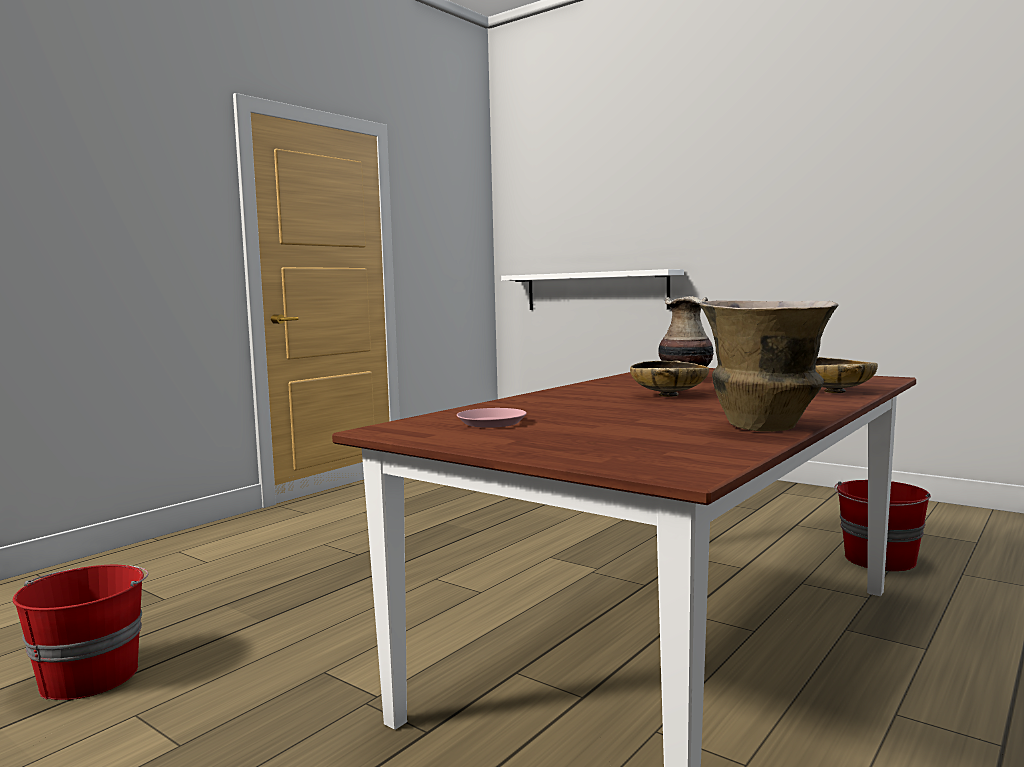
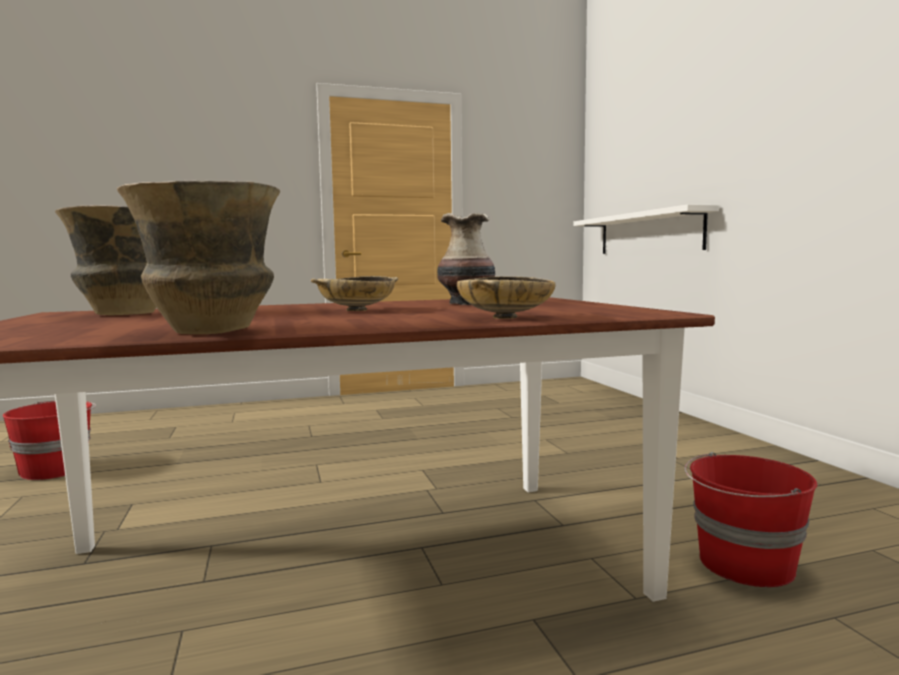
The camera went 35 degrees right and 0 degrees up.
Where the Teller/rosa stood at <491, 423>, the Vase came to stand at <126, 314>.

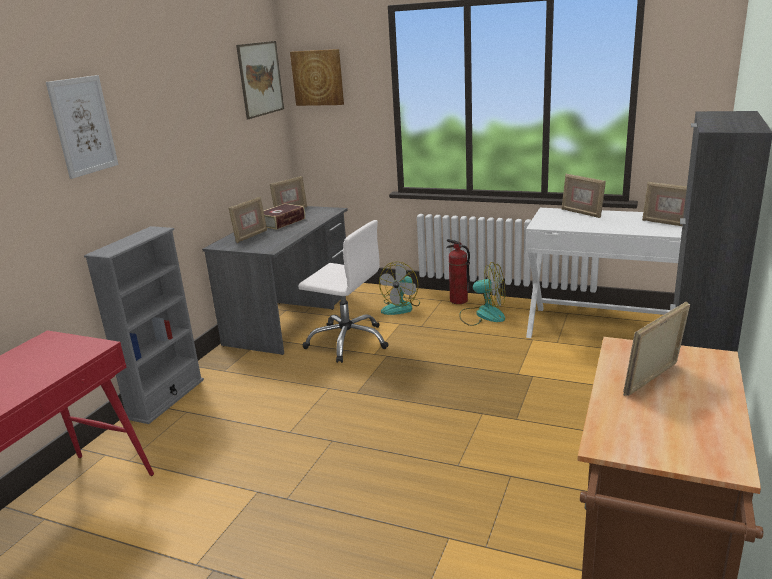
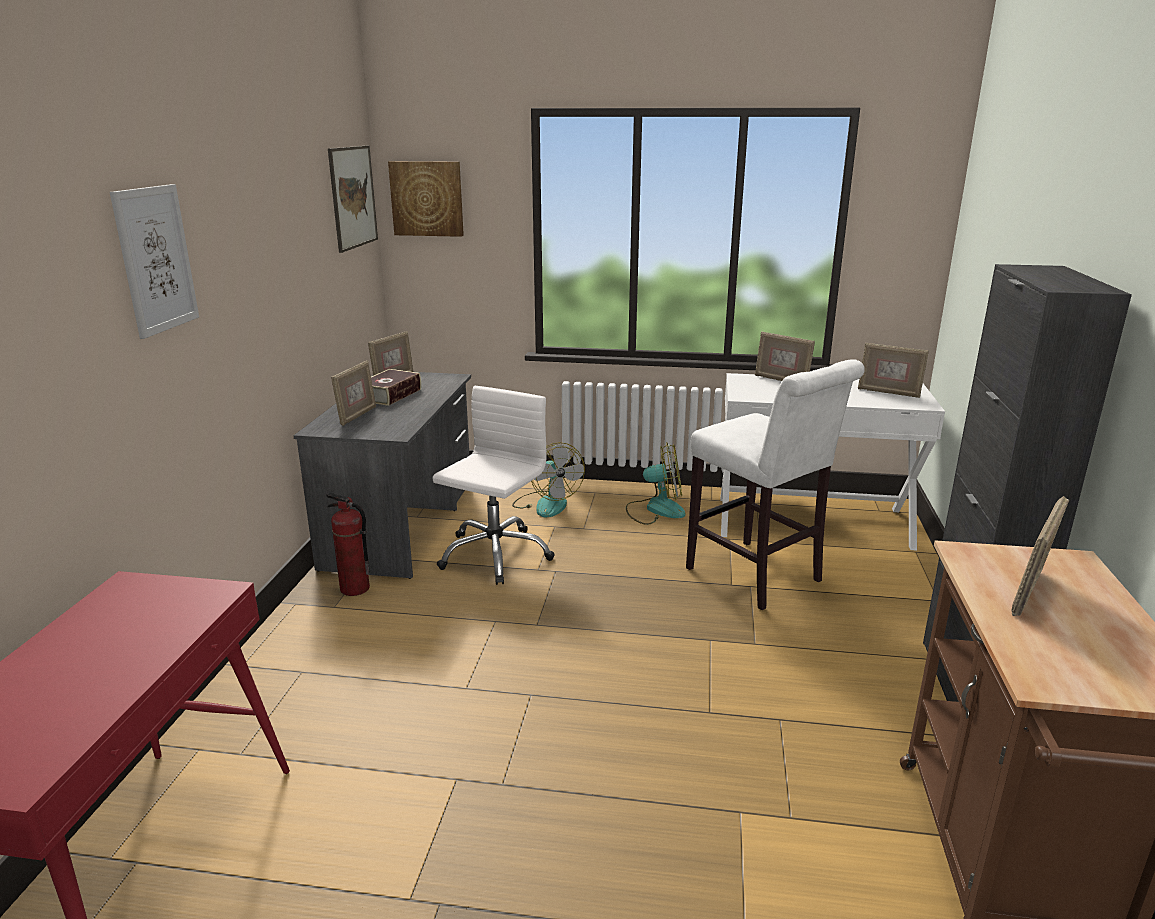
The camera went 15 degrees left and 0 degrees up.
The Feuerlöscher ended up elsewhere, having gone from <458, 301> to <354, 589>.
The Bürostuhl/weiß at <348, 341> ended up facing another way, 75 degrees counterclockwise from before.
The Ventilator at <401, 307> ended up facing another way, 45 degrees counterclockwise from before.
The second view gained the Hocker/weiß at <758, 578>.
The second view lost the Bücherregal/grau at <166, 399>.

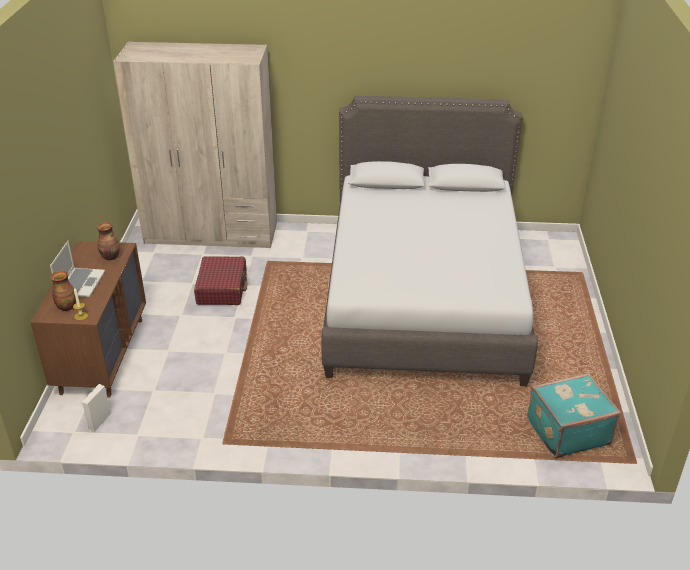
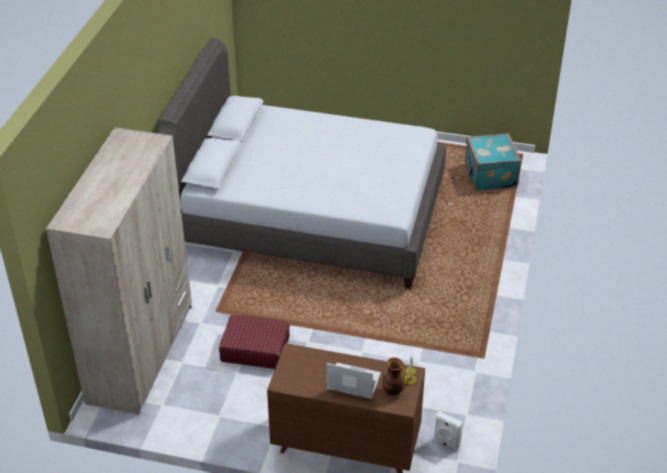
The camera went 80 degrees left and 5 degrees up.
The second view lost the Vase at <111, 257>.

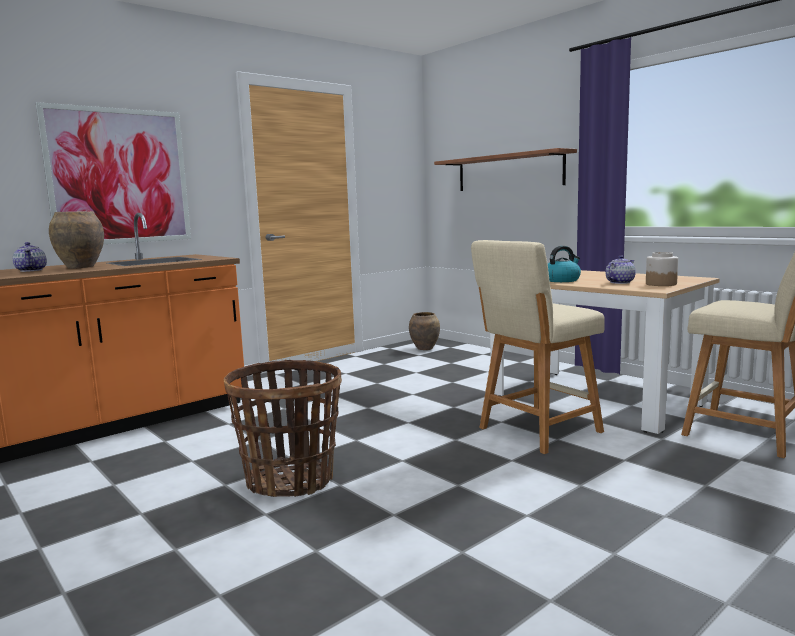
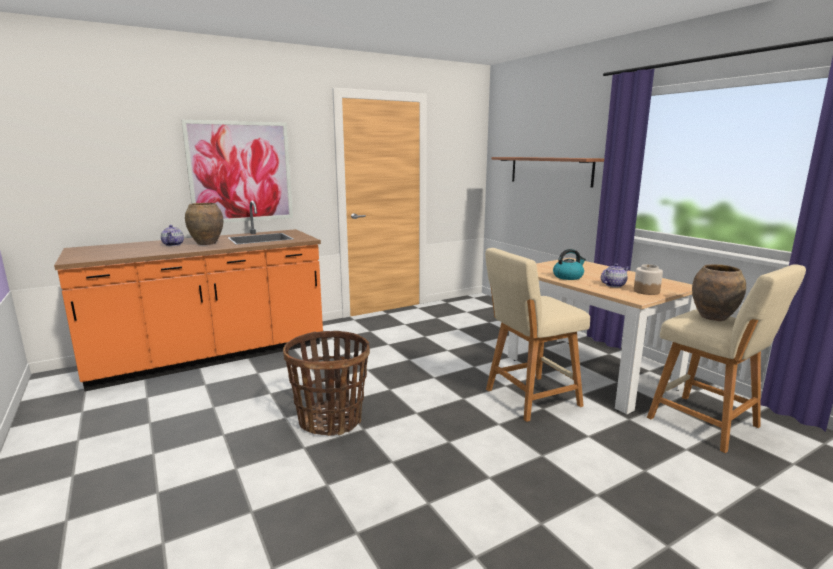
The camera went 10 degrees right and 5 degrees up.
The Vase/braun ended up elsewhere, having gone from <425, 348> to <713, 317>.

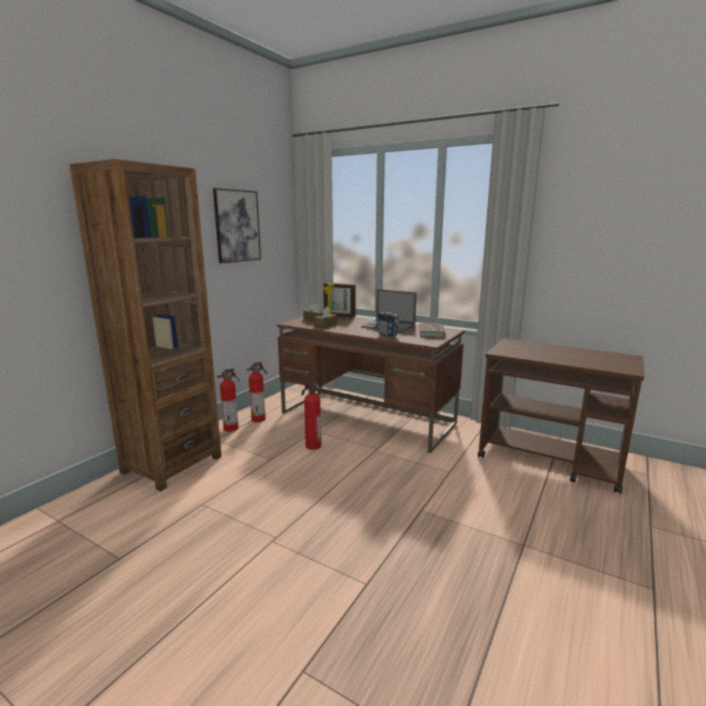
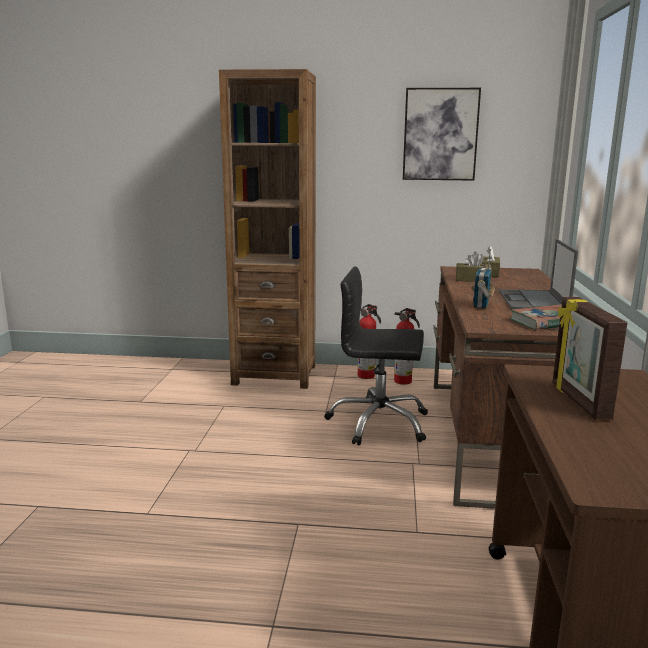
The camera went 65 degrees right and 0 degrees up.
Where the Feuerlöscher stood at <312, 445>, the Bürostuhl/schwarz came to stand at <378, 423>.
The Bilderrahmen ended up elsewhere, having gone from <339, 316> to <578, 401>.

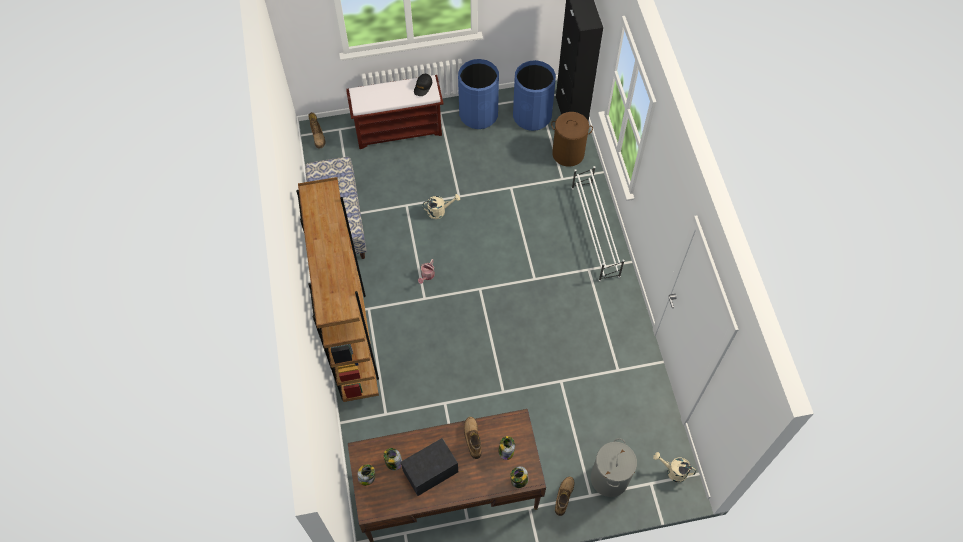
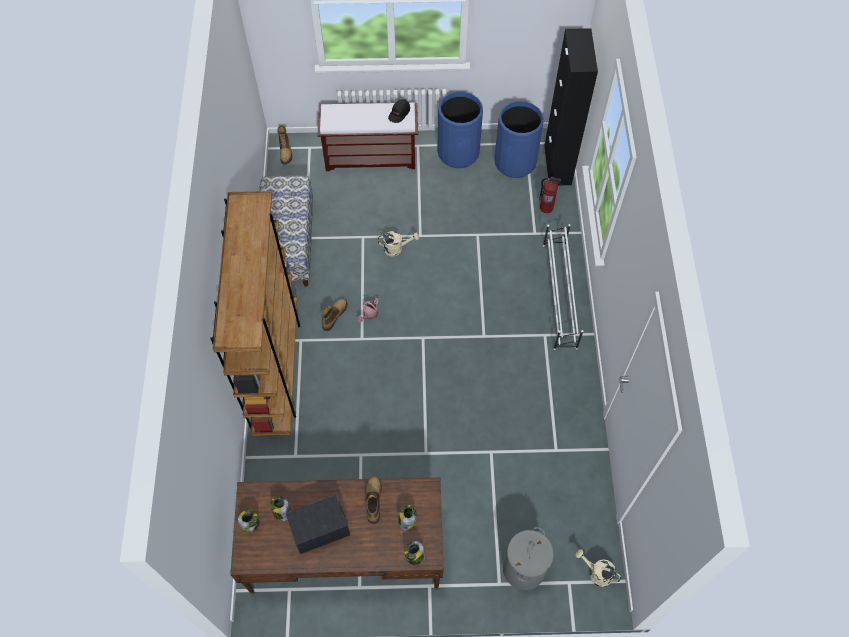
The camera went 10 degrees right and 0 degrees up.
The Stiefel ended up elsewhere, having gone from <563, 496> to <334, 315>.
Where the Wäschekorb/braun stood at <568, 153>, the Feuerlöscher came to stand at <546, 207>.

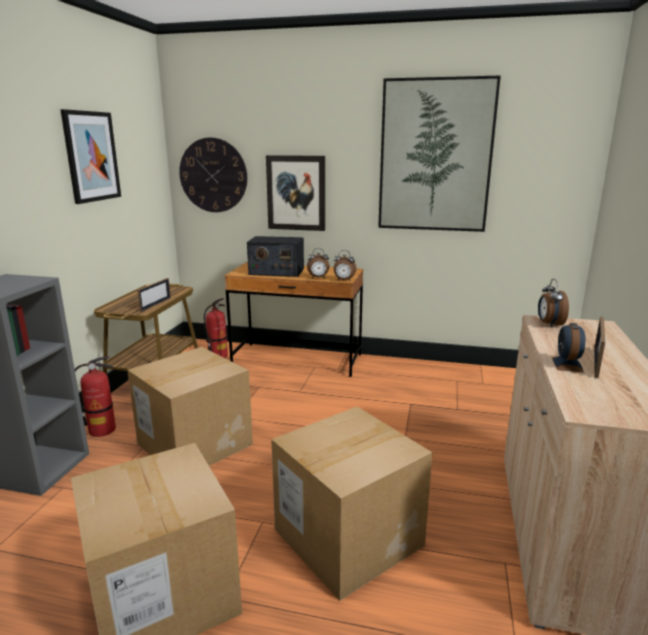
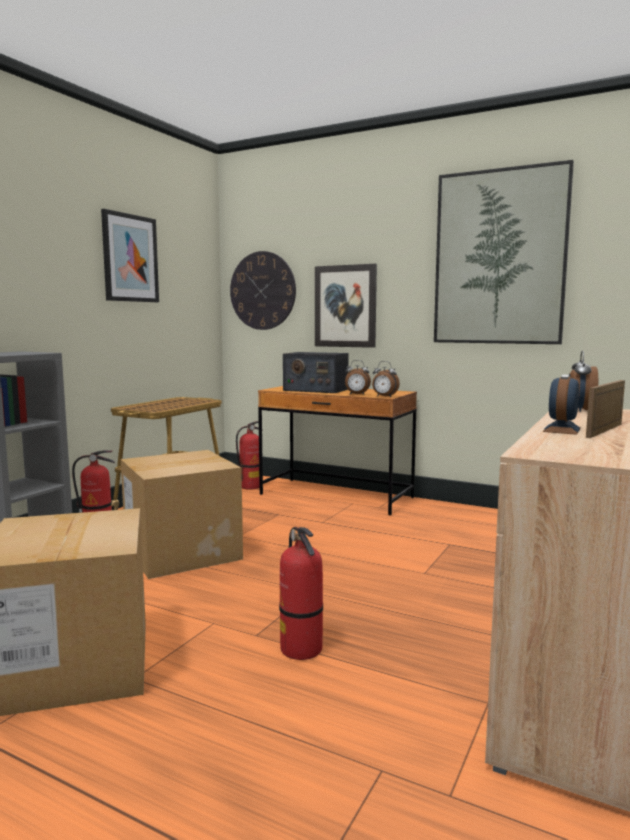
The camera went 15 degrees right and 10 degrees down.
Where the Karton stood at <348, 537>, the Feuerlöscher came to stand at <302, 649>.
The second view lost the Bilderrahmen at <156, 304>.

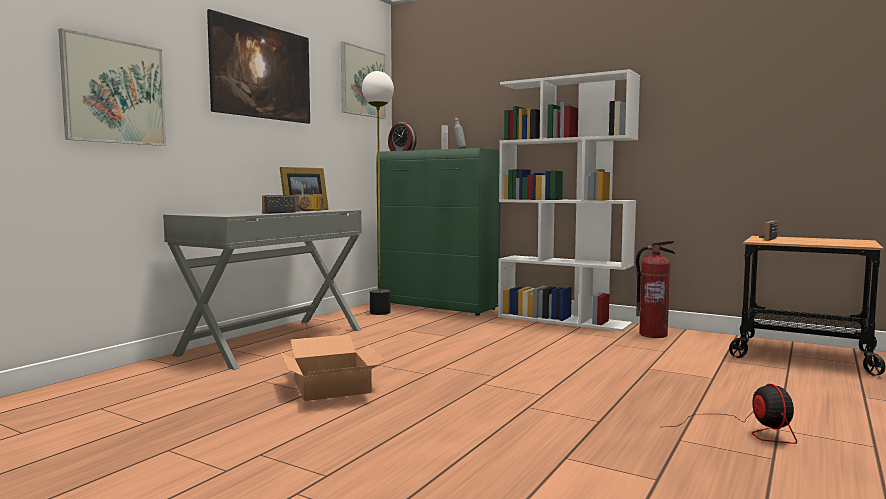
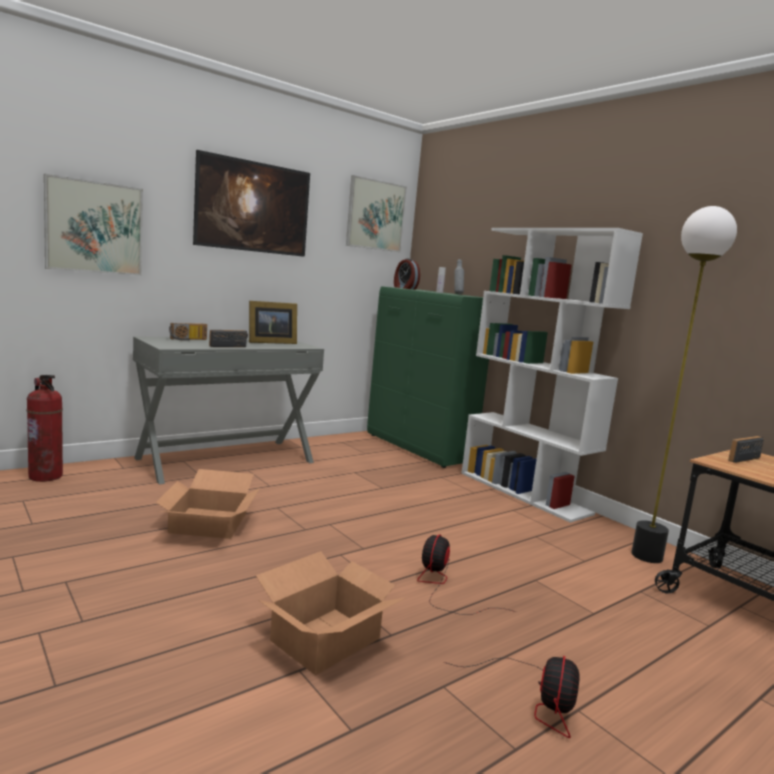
The camera went 20 degrees right and 5 degrees up.
The Feuerlöscher ended up elsewhere, having gone from <653, 335> to <45, 476>.
The Radio ended up elsewhere, having gone from <310, 211> to <188, 339>.
The second view gained the Karton at <327, 639>.
The second view gained the Ventilator at <443, 587>.
The Stehlampe ended up elsewhere, having gone from <380, 312> to <647, 556>.

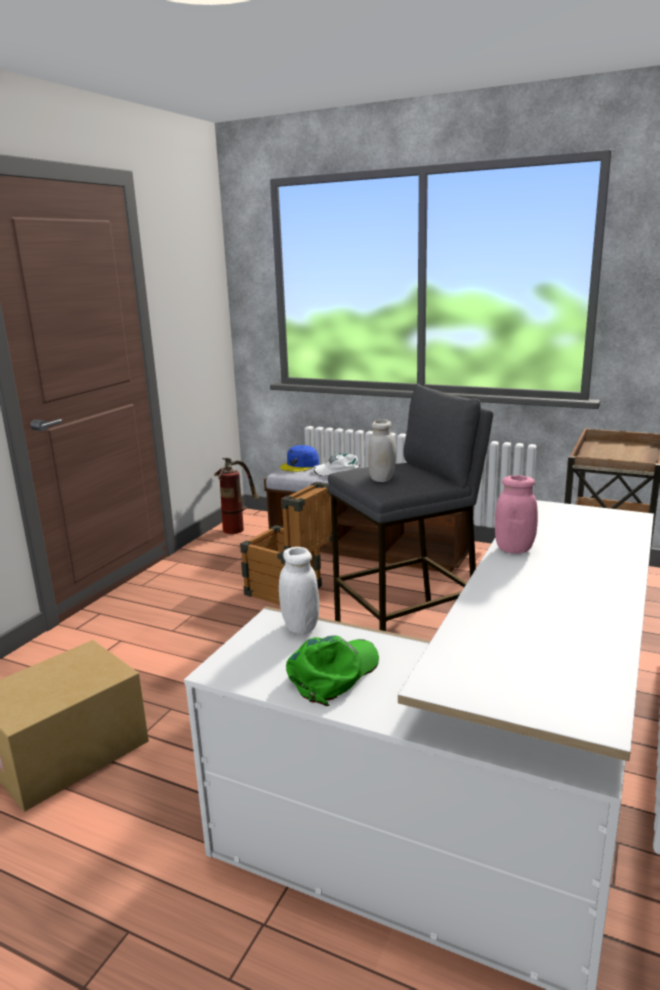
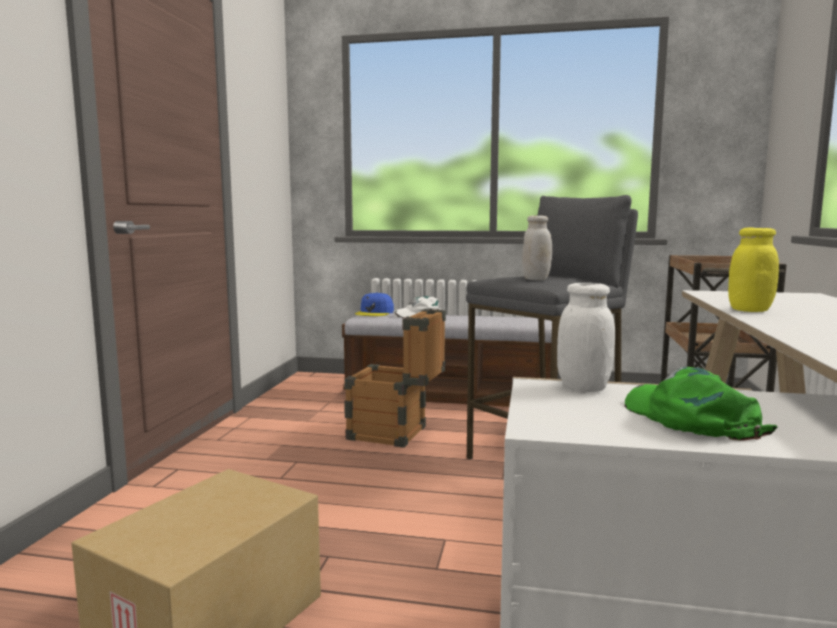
The camera went 15 degrees left and 10 degrees down.
The Kappe/grün at <334, 673> ended up facing another way, 45 degrees counterclockwise from before.
What was the Vorratsglas/rosa at <514, 549> turned into the Vorratsglas/gelb at <749, 310>.
The second view lost the Feuerlöscher at <237, 527>.

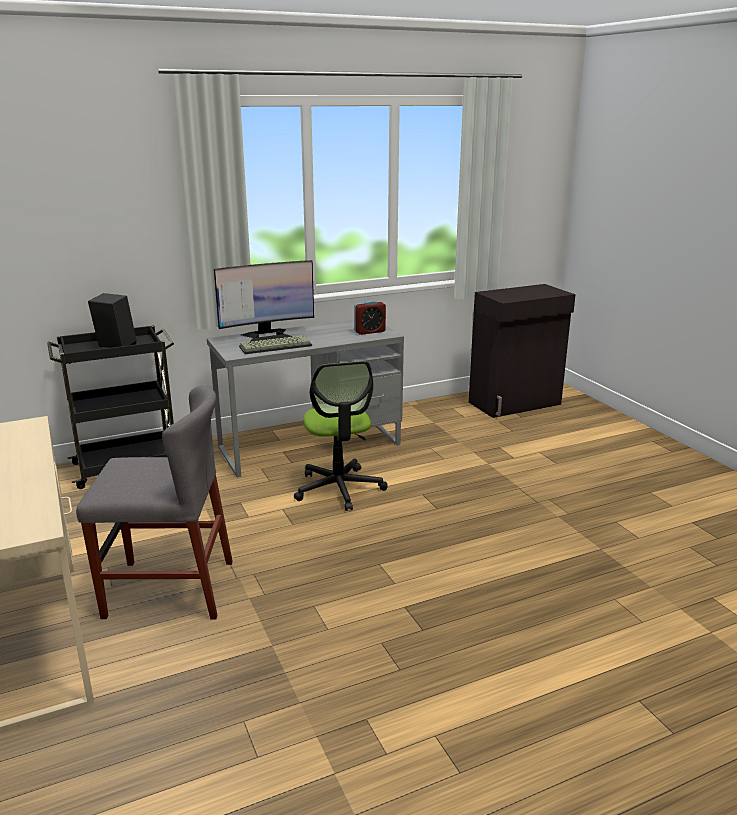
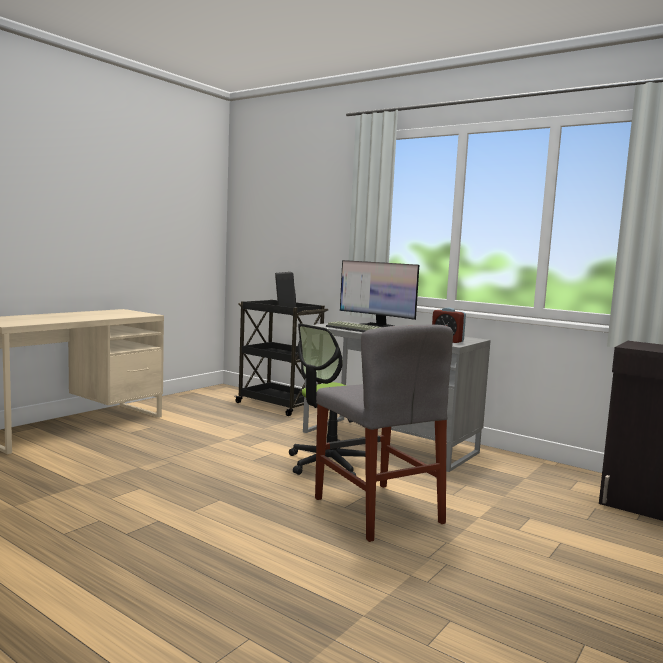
The camera went 60 degrees right and 15 degrees down.
The Stuhl/grau ended up elsewhere, having gone from <169, 589> to <377, 510>.

